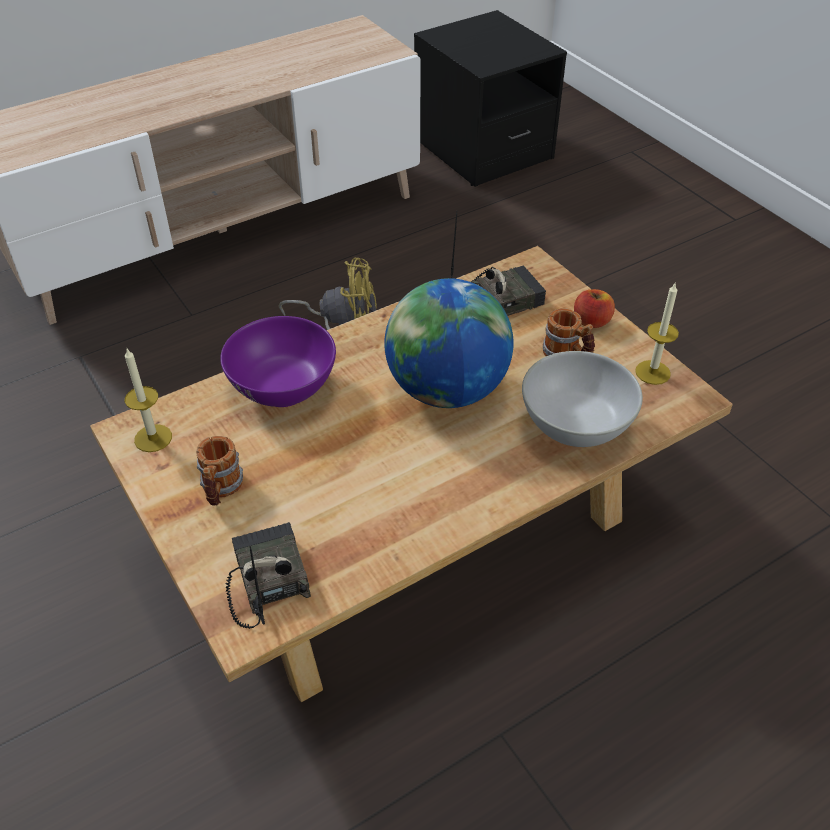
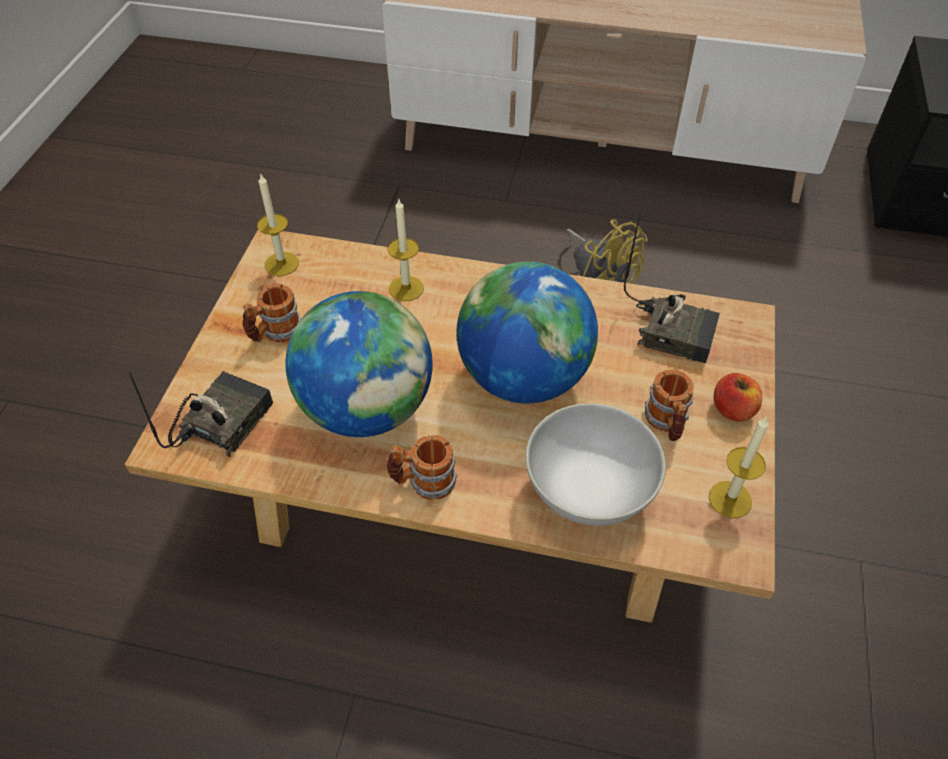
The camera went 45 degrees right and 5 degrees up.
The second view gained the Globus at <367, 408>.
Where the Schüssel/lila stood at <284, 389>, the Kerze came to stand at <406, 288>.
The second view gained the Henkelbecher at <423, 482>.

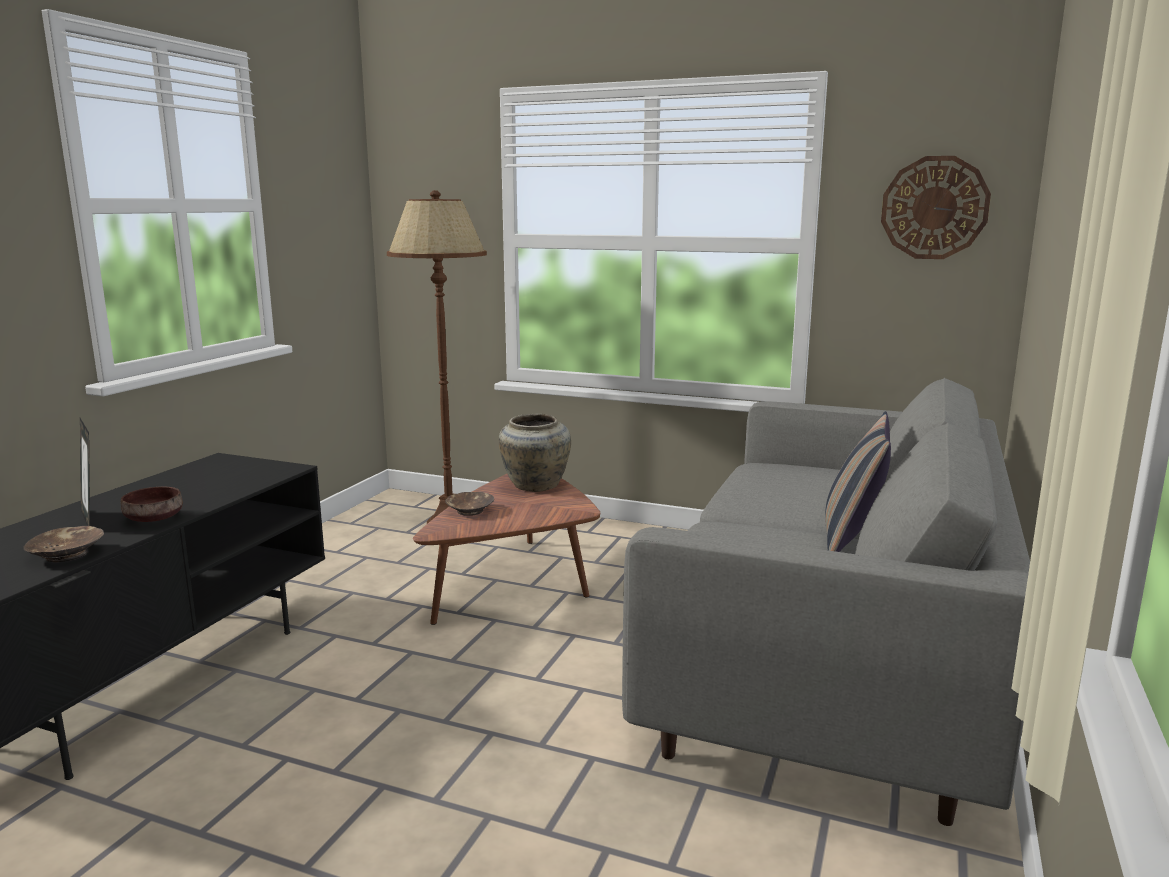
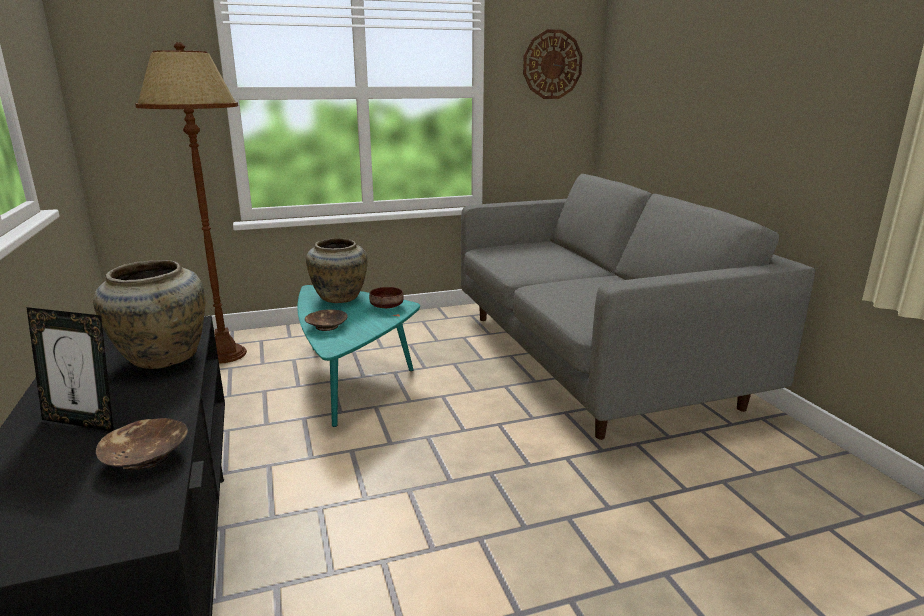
The camera went 40 degrees left and 5 degrees up.
The second view gained the Vase/beige at <161, 358>.
What was the Couchtisch/braun at <517, 584> turned into the Couchtisch/türkis at <352, 378>.
The Schüssel/braun ended up elsewhere, having gone from <155, 518> to <387, 306>.
The second view lost the Kissen at <851, 541>.

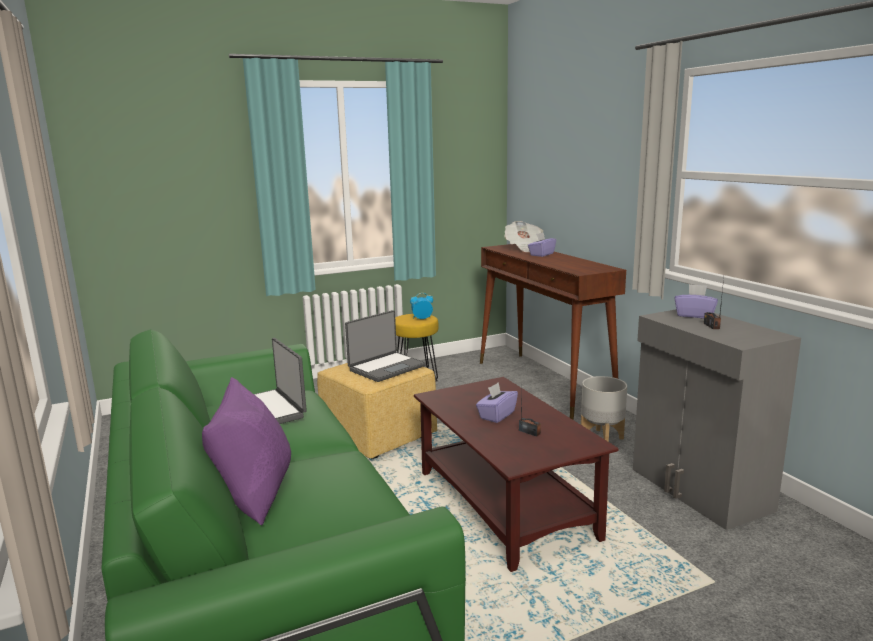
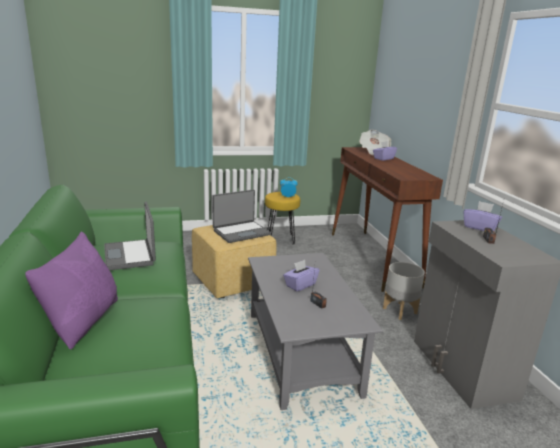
The camera went 10 degrees right and 5 degrees up.
What was the Couchtisch/braun at <503, 504> turned into the Couchtisch/grau at <300, 352>.

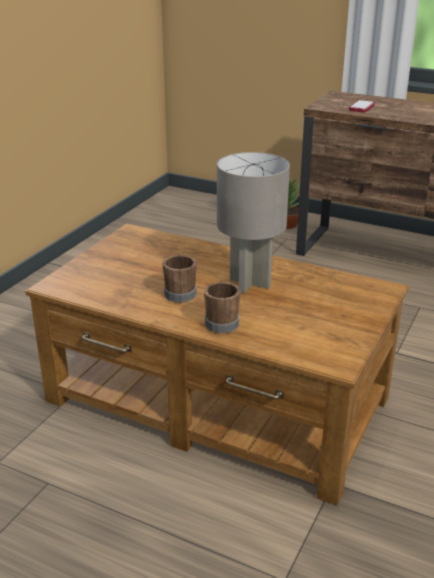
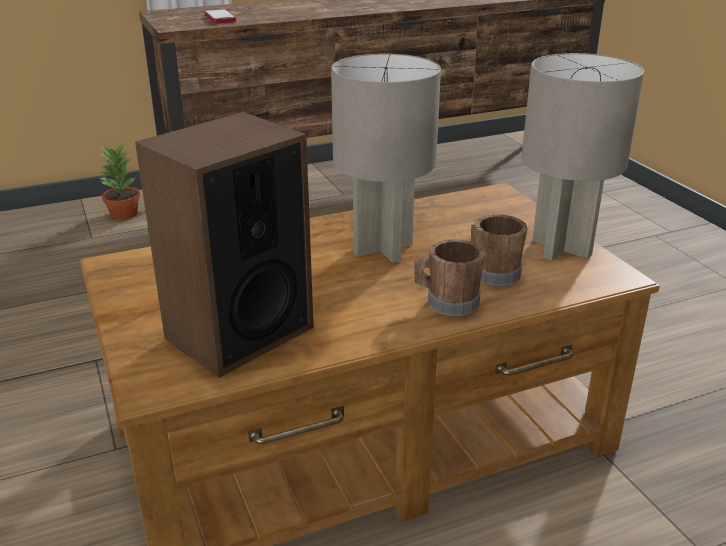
The camera went 50 degrees left and 0 degrees up.
The second view gained the Lautsprecher at <238, 332>.
The Henkelbecher/braun ended up elsewhere, having gone from <181, 293> to <492, 272>.
The second view gained the Tischlampe/grau at <561, 247>.

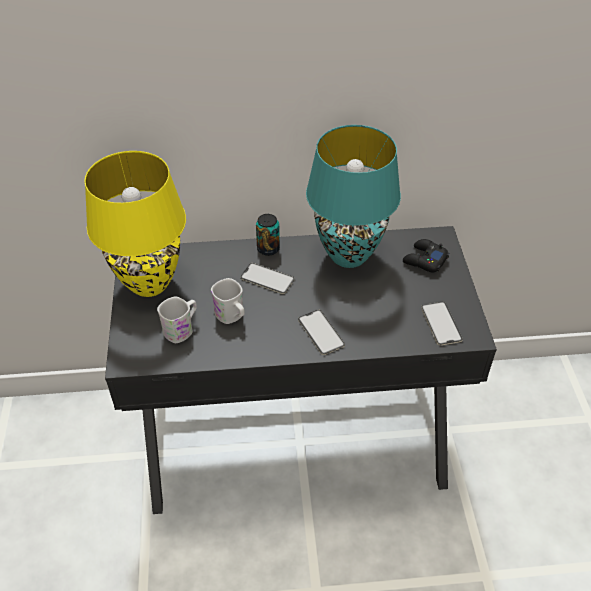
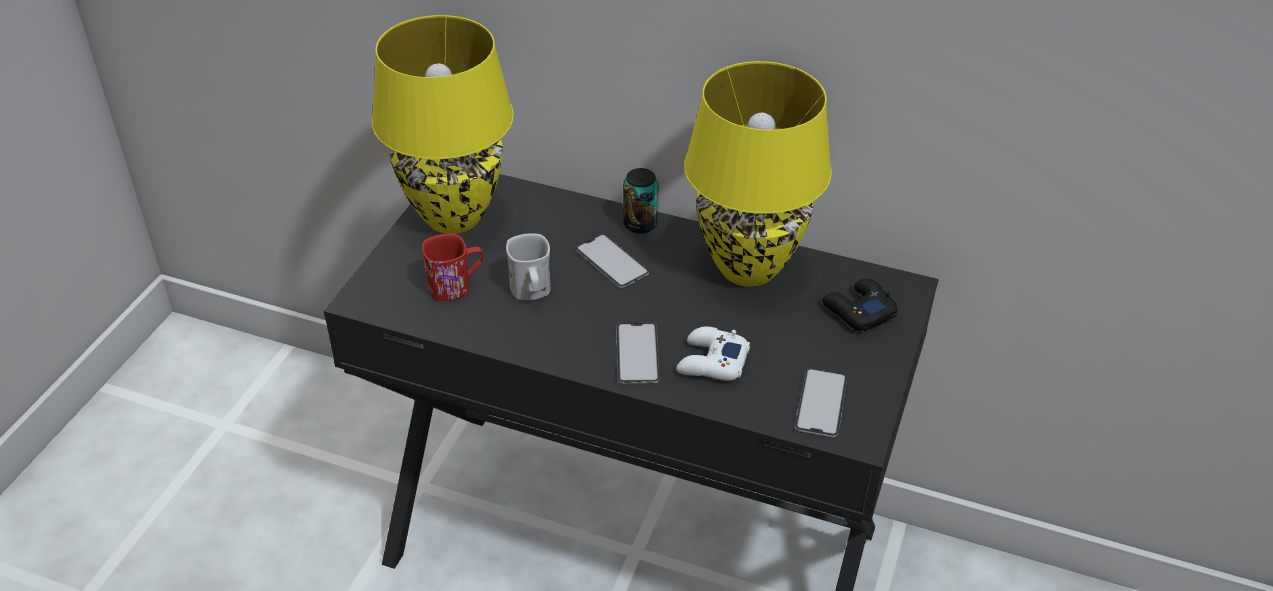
The camera went 25 degrees right and 5 degrees down.
What was the Henkelbecher/weiß at <182, 329> turned into the Henkelbecher/rot at <456, 286>.
The second view gained the Gamepad/weiß at <711, 362>.
What was the Tischlampe/türkis at <349, 256> turned into the Tischlampe/gelb at <749, 269>.

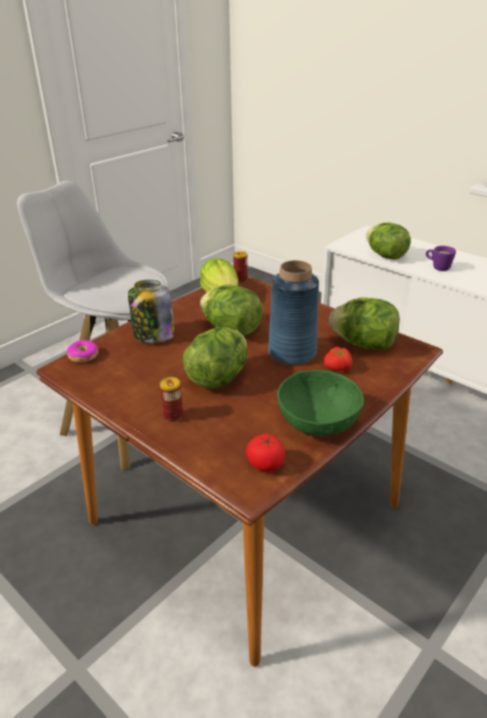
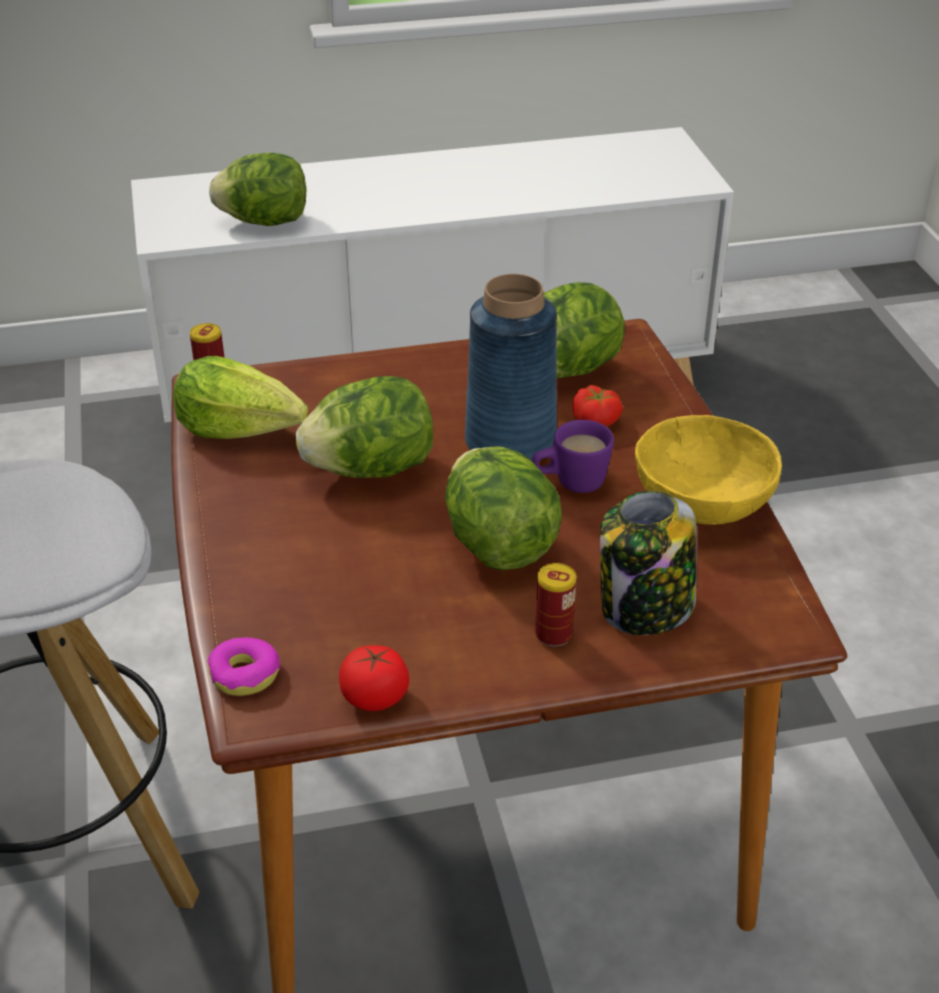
The camera went 55 degrees left and 5 degrees up.
The Tomate ended up elsewhere, having gone from <265, 464> to <375, 697>.
The Henkelbecher/lila ended up elsewhere, having gone from <437, 267> to <570, 483>.
The Vorratsglas ended up elsewhere, having gone from <153, 335> to <645, 608>.
What was the Schüssel/grün at <318, 421> turned into the Schüssel/gelb at <702, 501>.

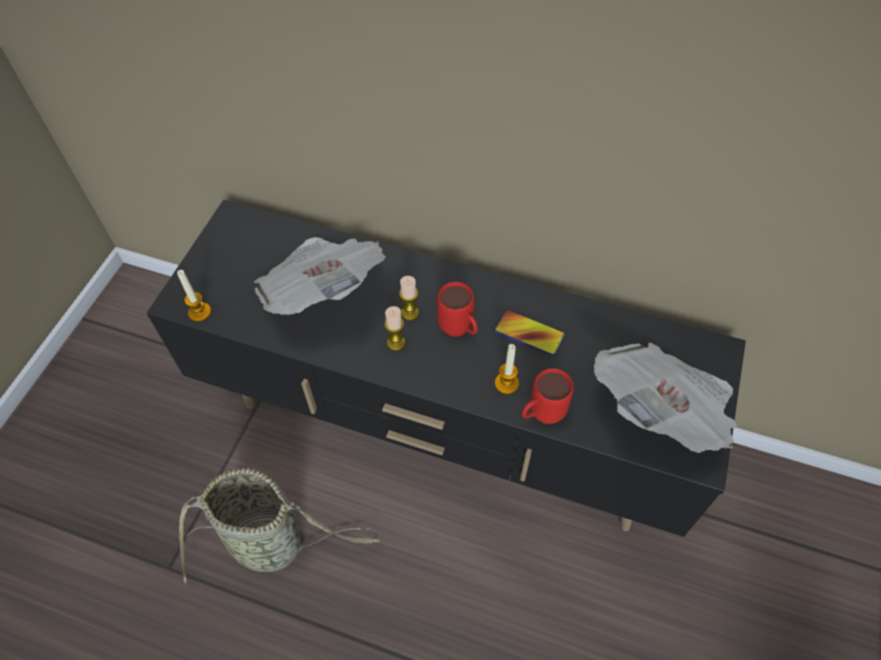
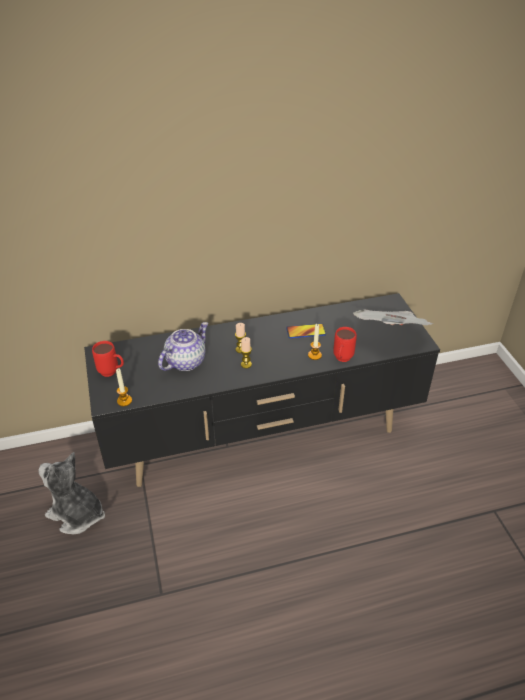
The camera went 35 degrees left and 15 degrees down.
The second view gained the Plüschtier at <76, 514>.
The Henkelbecher/rot ended up elsewhere, having gone from <459, 331> to <112, 372>.
Where the Zeitung stood at <322, 291>, the Teekanne came to stand at <185, 361>.
The second view lost the Korb at <273, 543>.

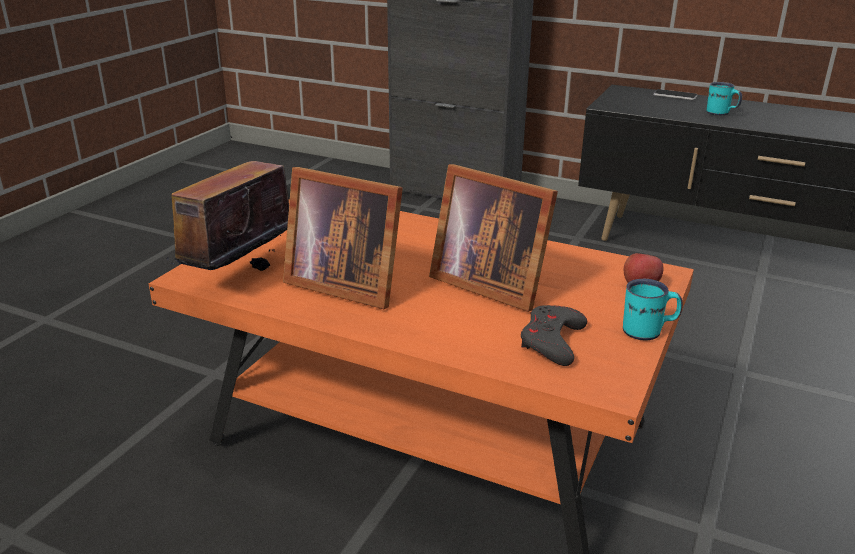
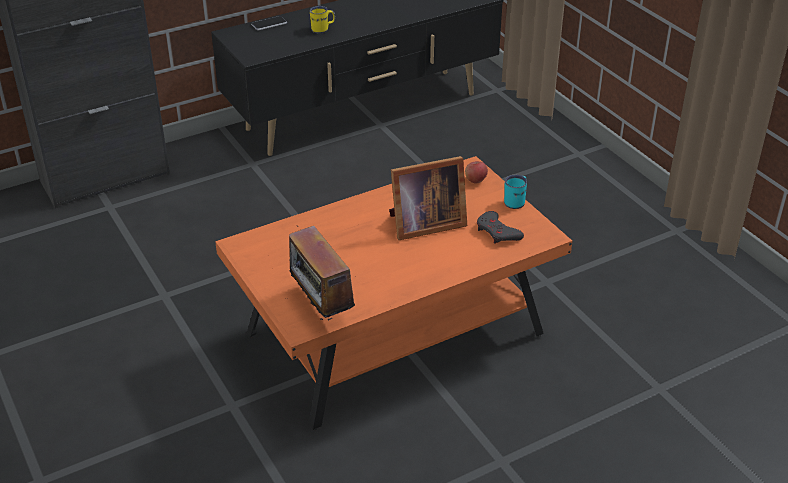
The camera went 55 degrees left and 10 degrees up.
What was the Henkelbecher/türkis at <721, 114> turned into the Henkelbecher/gelb at <323, 29>.
The second view lost the Bilderrahmen at <343, 283>.

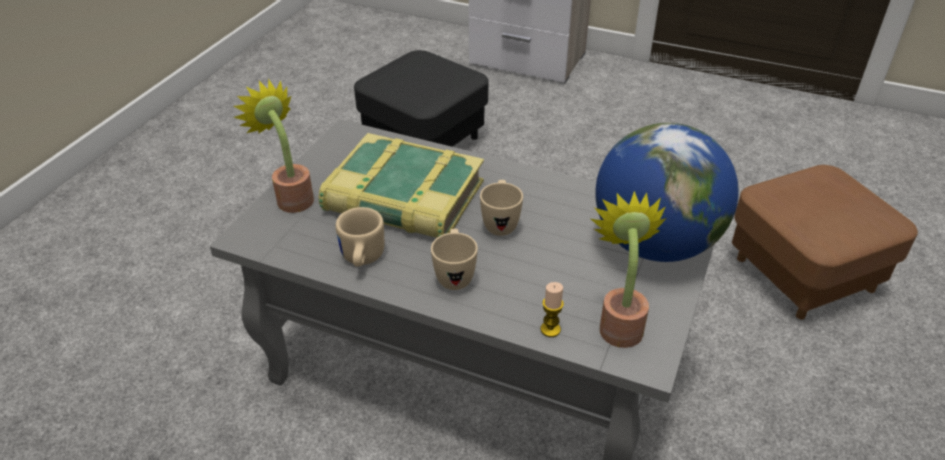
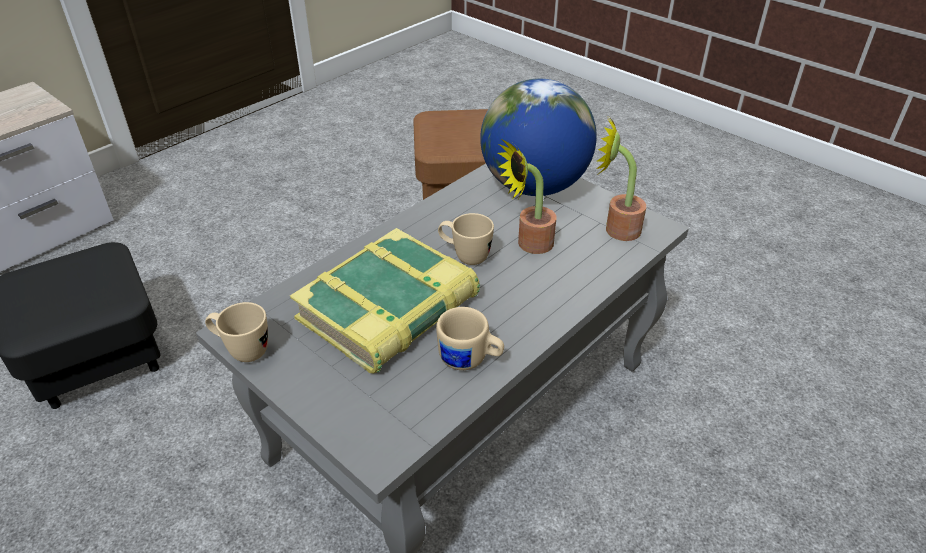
The camera went 70 degrees left and 0 degrees up.
The Henkelbecher/beige ended up elsewhere, having gone from <454, 275> to <242, 350>.
The Topfpflanze ended up elsewhere, having gone from <291, 197> to <528, 244>.
The second view lost the Kerze at <550, 329>.

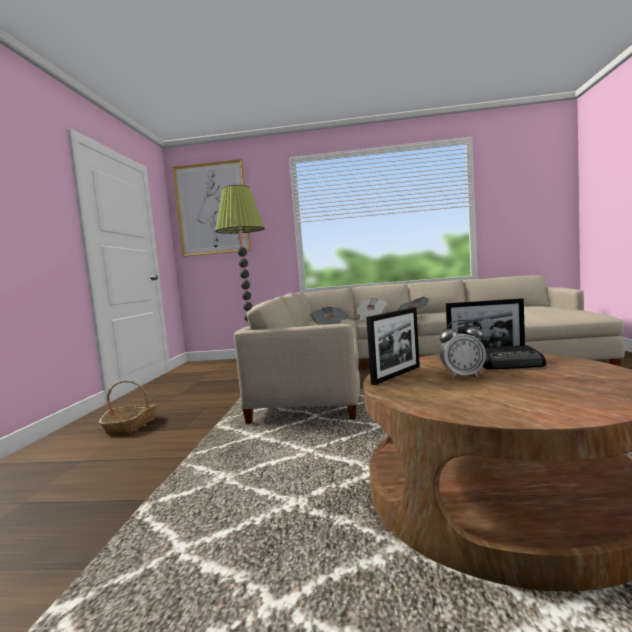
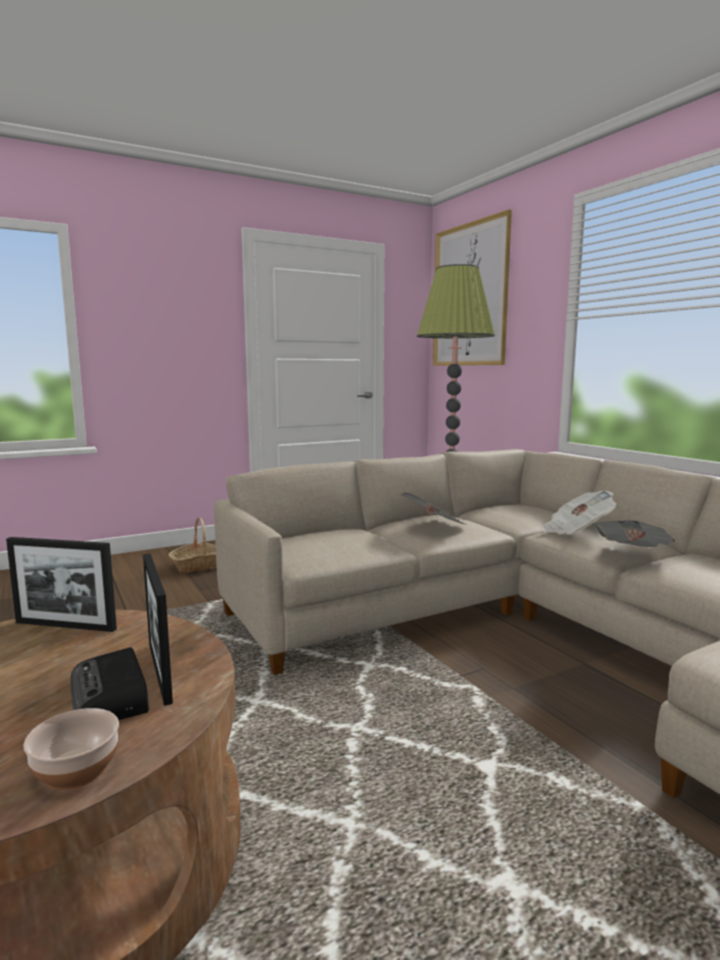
The camera went 55 degrees right and 5 degrees up.
The second view gained the Schüssel at <76, 769>.
The second view lost the Wecker at <463, 376>.

